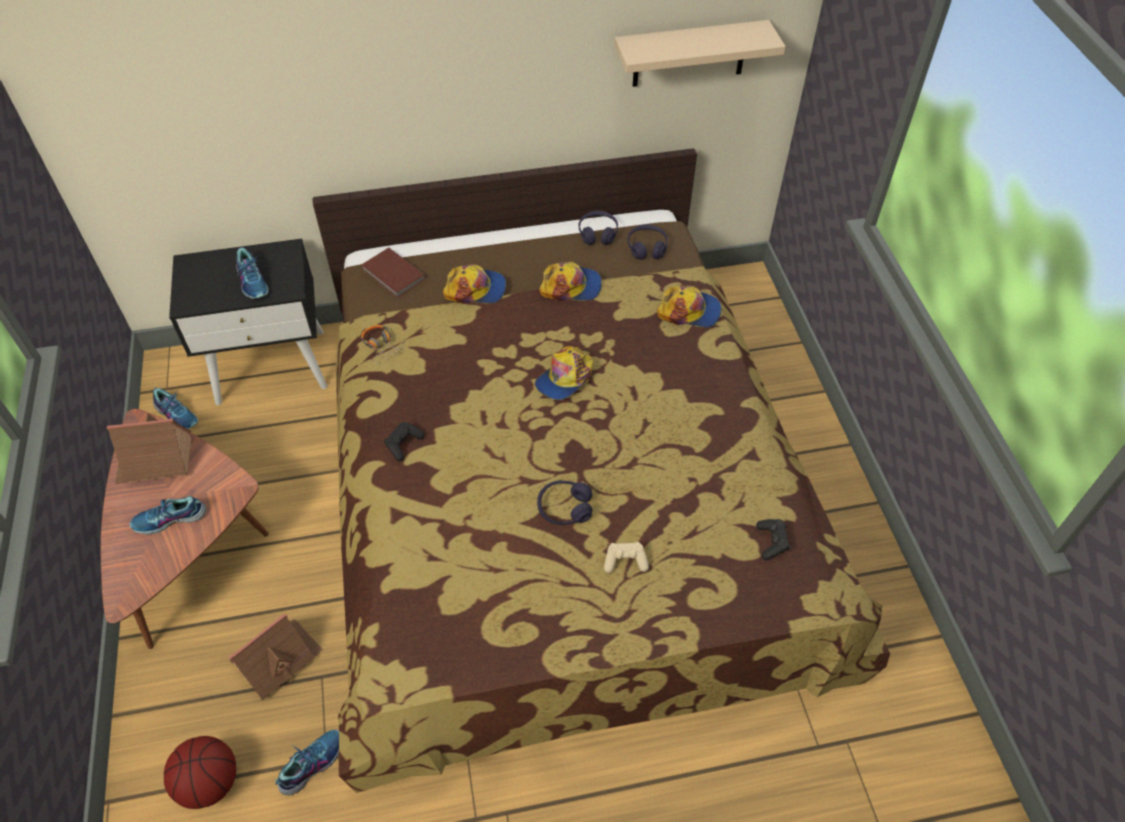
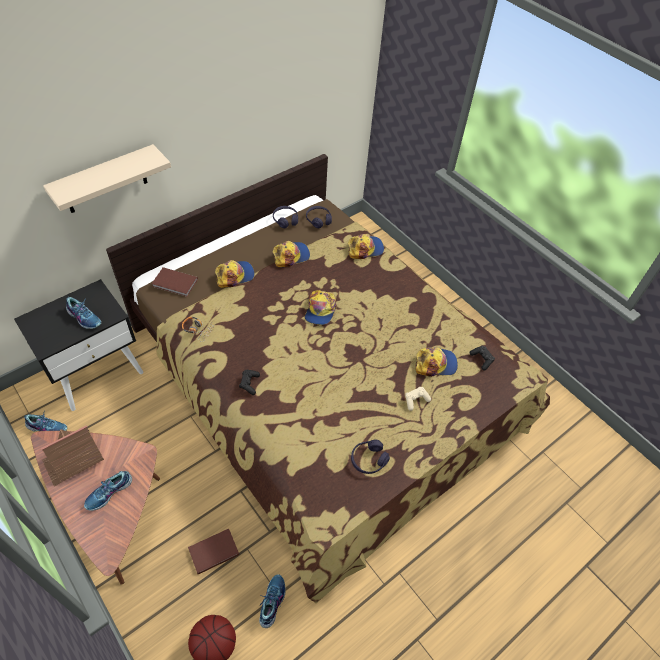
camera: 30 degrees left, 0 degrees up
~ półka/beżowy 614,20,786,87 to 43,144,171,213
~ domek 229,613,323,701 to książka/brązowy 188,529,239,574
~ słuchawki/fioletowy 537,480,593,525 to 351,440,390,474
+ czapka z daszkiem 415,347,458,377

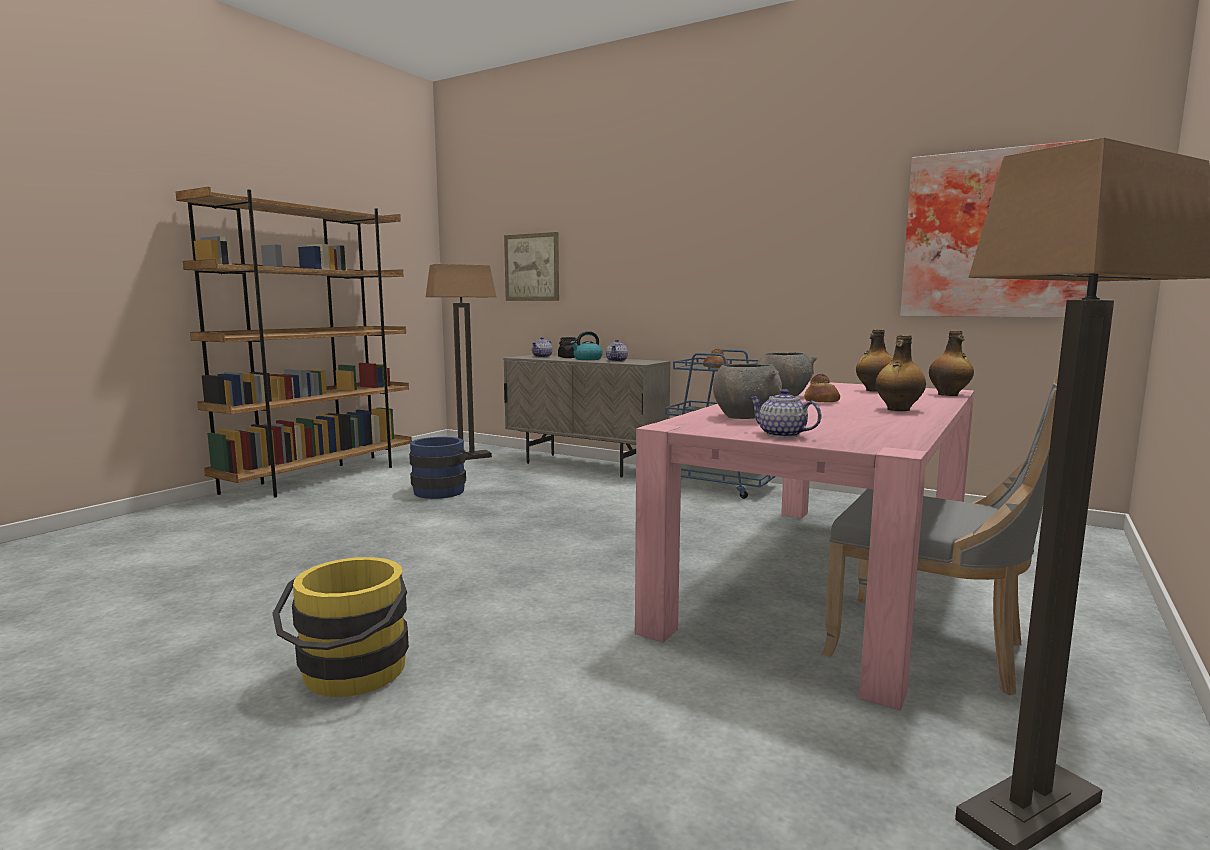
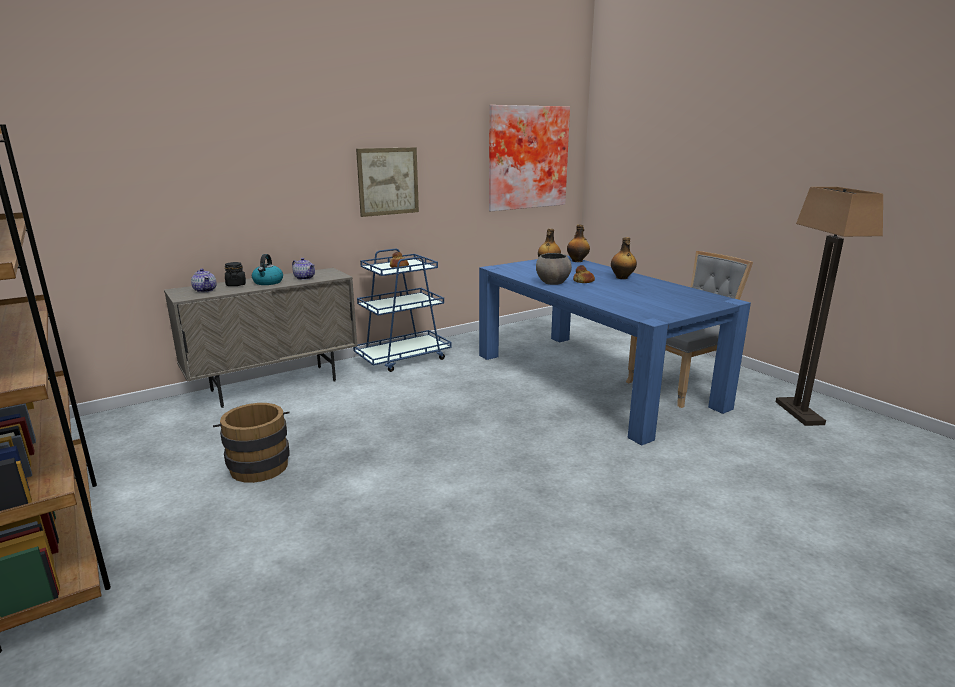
camera: 65 degrees left, 10 degrees up
~ wiadro/niebieski 409,437,475,499 to wiadro/brązowy 213,403,289,483
~ obraz 504,232,559,301 to 356,147,419,217
~ stół jadalny/różowy 635,381,974,710 to stół jadalny/niebieski 479,256,751,446
- wiadro/żółty 272,557,409,697
- lampa stojąca 426,264,497,460
- miska/szary 713,364,782,419
- imbryk 749,389,822,438

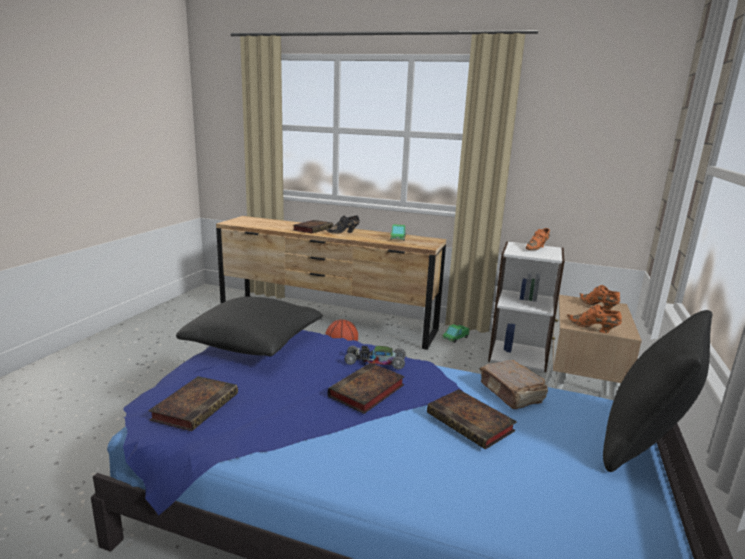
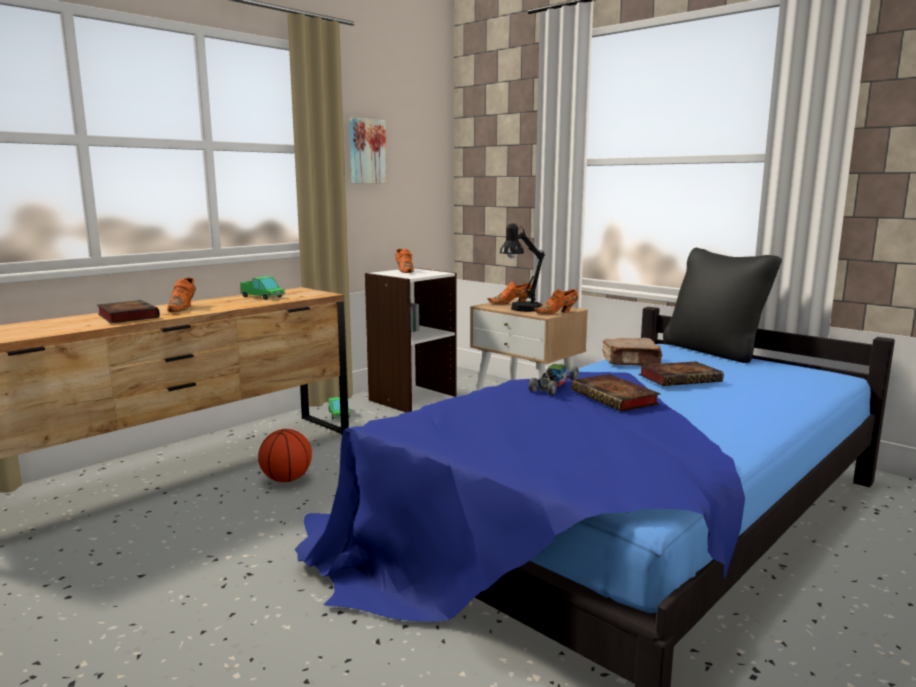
camera: 65 degrees left, 5 degrees down
~ but/czarny 326,215,360,234 to but/pomarańczowy 167,278,196,312
+ obraz 349,118,387,183
+ lampa stołowa/czarny 500,223,545,312
- książka 148,376,238,431
- poduszka/czarny 176,297,323,357

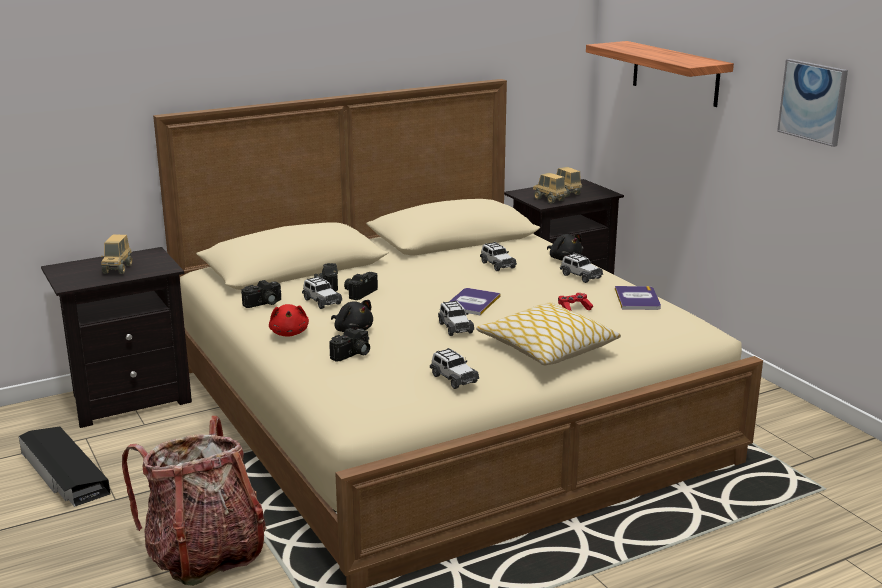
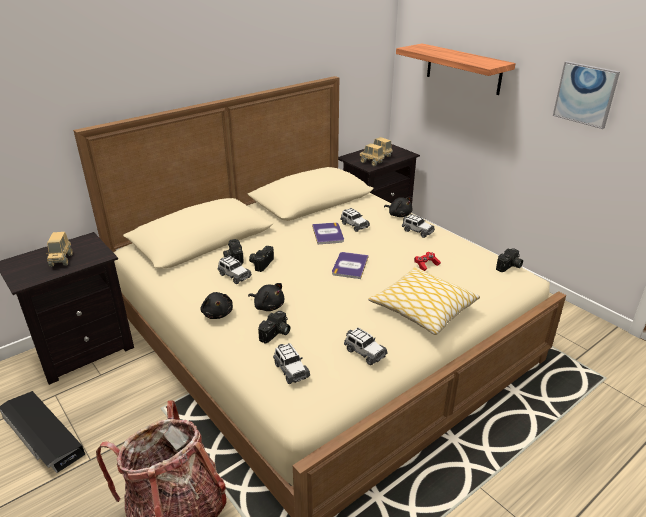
camera: 10 degrees left, 10 degrees up
~ pluszak/czerwony 269,304,309,337 to pluszak/czarny 200,292,233,319
~ samochodzik 438,300,474,336 to 273,343,310,384
~ książka 615,286,661,310 to 312,222,344,244
~ aparat fotograficzny 241,280,281,308 to 496,248,523,272

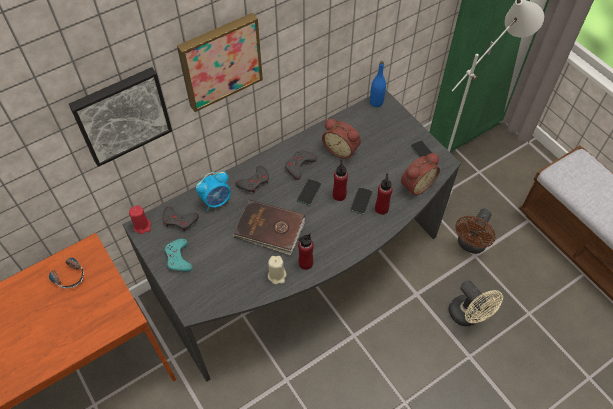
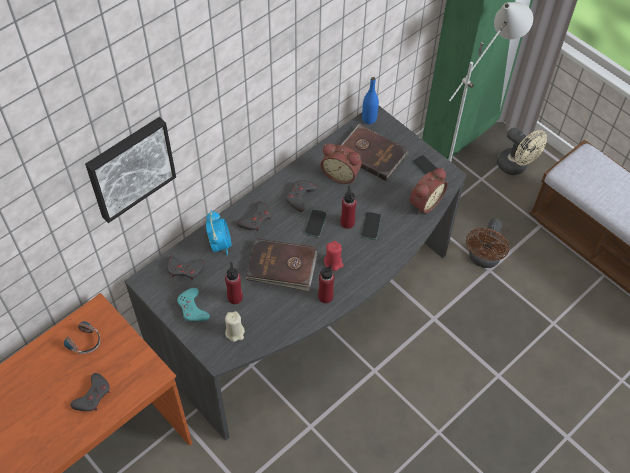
camera: 10 degrees left, 0 degrees up
+ pad do gier/szary 70,373,110,411
~ budzik 196,171,231,211 = 206,211,231,255 60 degrees counterclockwise
~ butelka/czerwony 375,173,393,215 to 225,262,243,304
~ świeca/beżowy 268,256,286,284 to 225,311,245,342
~ świeca/czerwony 129,205,151,234 to 324,241,344,271
+ książka/brązowy 341,124,408,181
~ wentylator/beżowy 448,280,503,326 to 497,128,547,175
- obraz 177,13,263,112

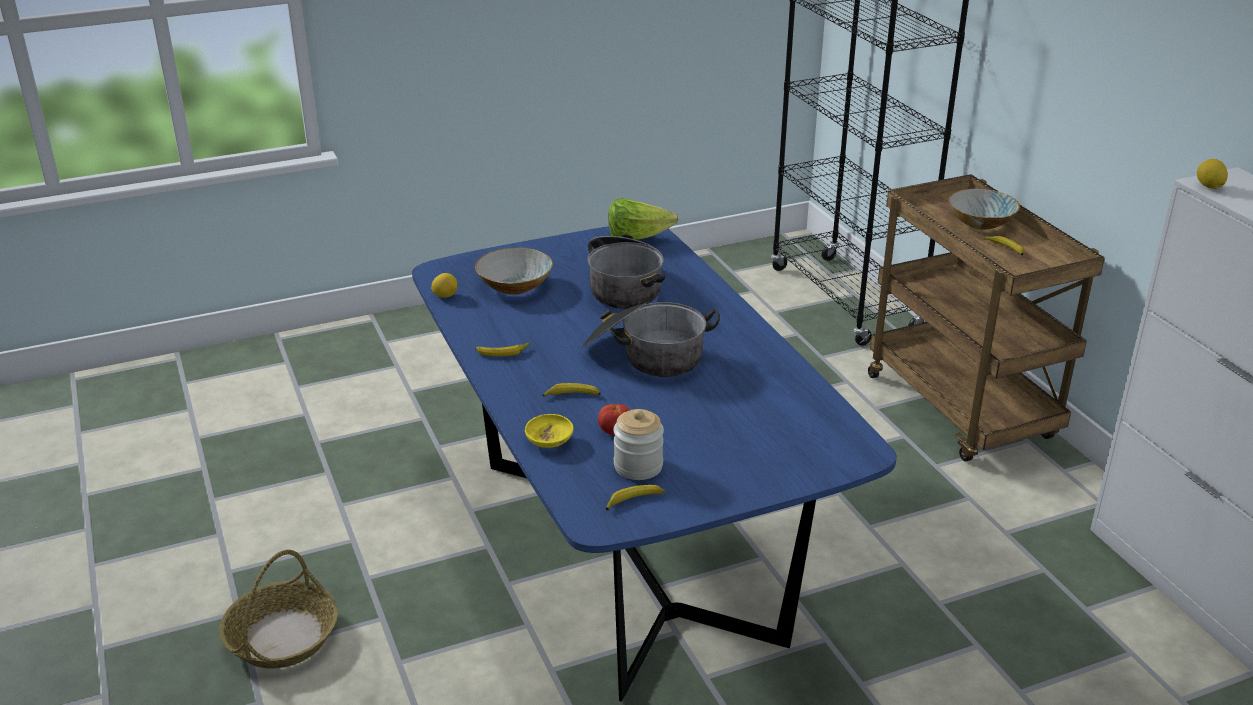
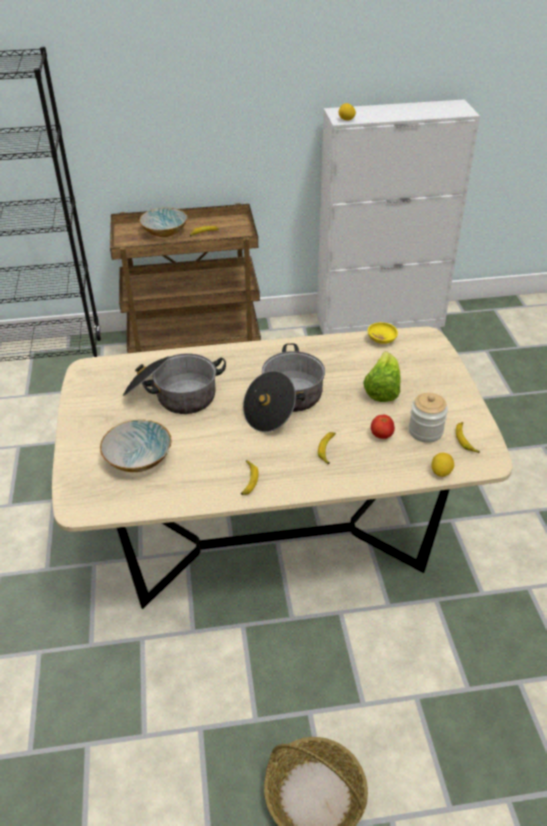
camera: 75 degrees left, 10 degrees up
~ stół jadalny/niebieski 412,226,897,702 to stół jadalny/beżowy 52,327,513,609
~ sałata 608,198,679,240 to 363,351,401,402
~ miska/żółty 525,414,574,448 to 368,322,398,344
~ cytryna 431,273,458,298 to 432,452,454,477

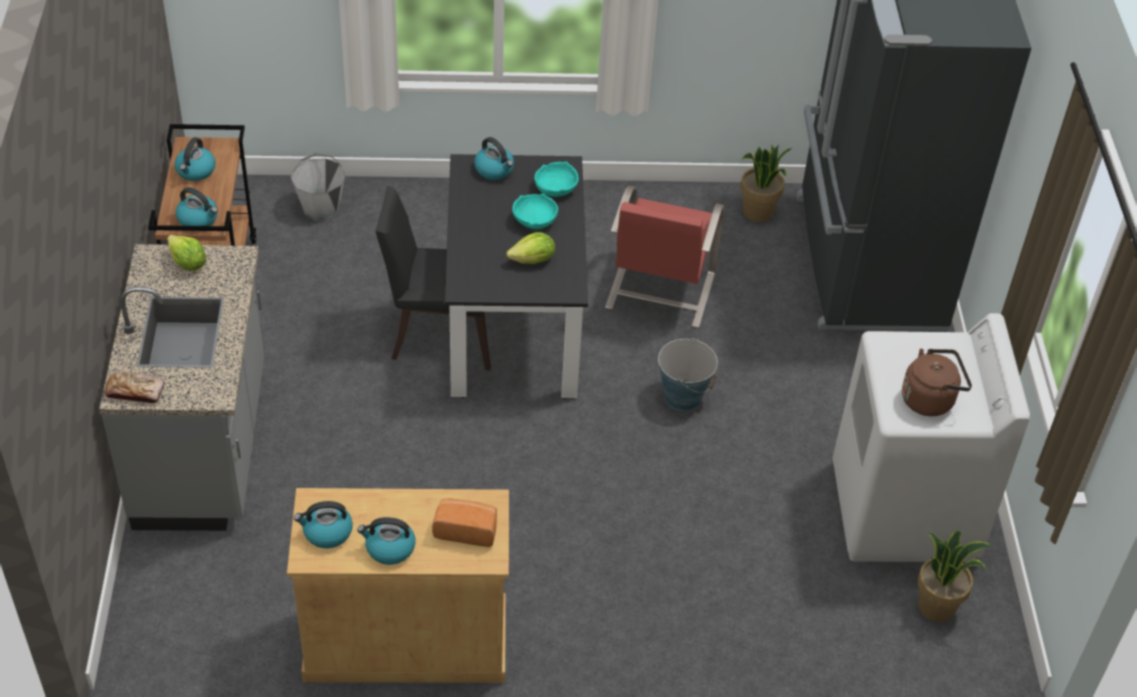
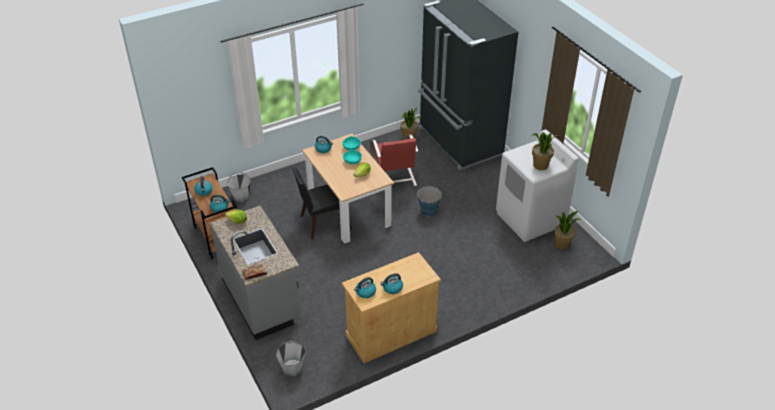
camera: 25 degrees left, 5 degrees down
+ wiadro/szary 276,341,305,376
~ stół jadalny/czarny 445,154,588,399 to stół jadalny/beżowy 302,134,394,244
~ czajnik/brązowy 902,349,972,416 to roślina doniczkowa 532,132,558,170
- chleb 432,498,497,547

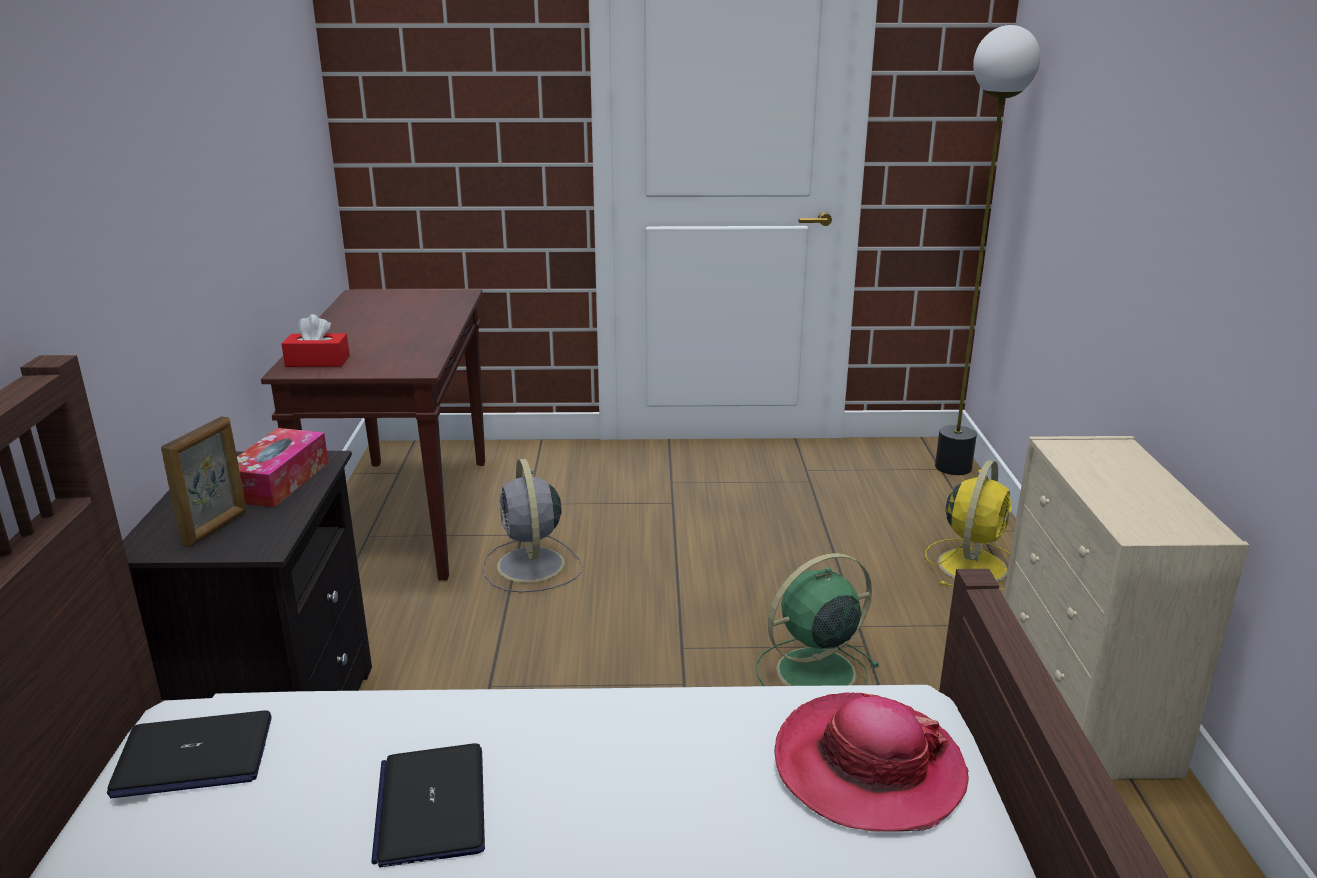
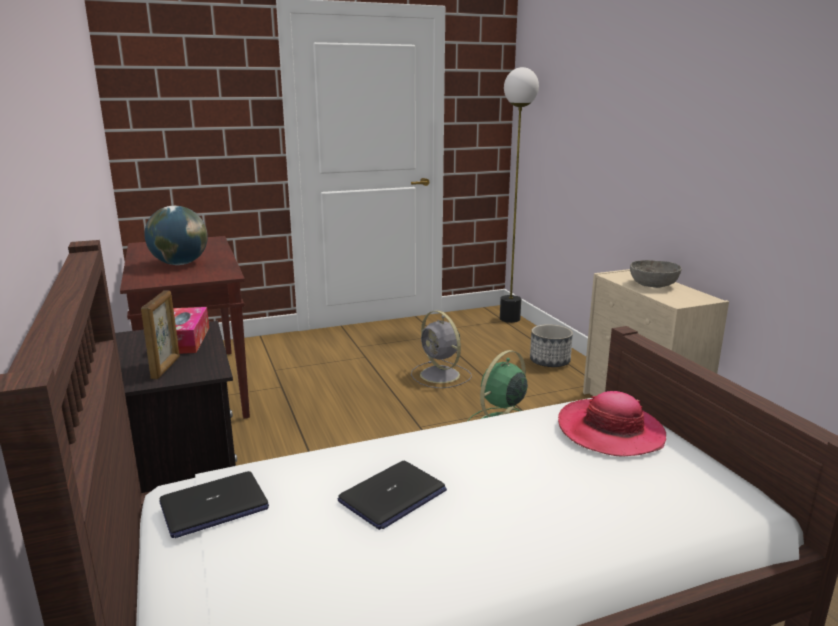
camera: 20 degrees left, 5 degrees down
+ globus 144,206,208,265
~ laptop 371,743,485,867 = 338,461,447,530 105 degrees counterclockwise
~ wentylator/szary 483,458,583,592 to 411,310,472,388
~ wentylator/żółty 925,460,1011,591 to donica 530,324,573,367
+ miska/szary 630,260,682,288
- pudełko chusteczek/czerwony 281,314,350,367

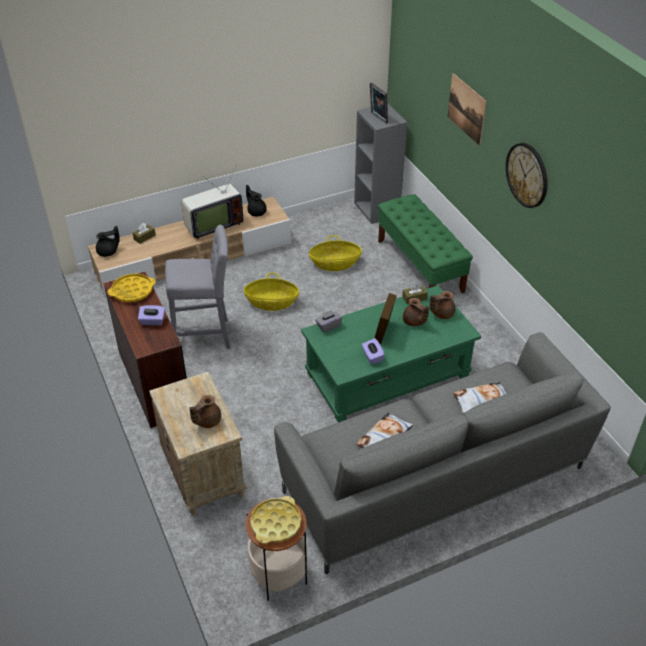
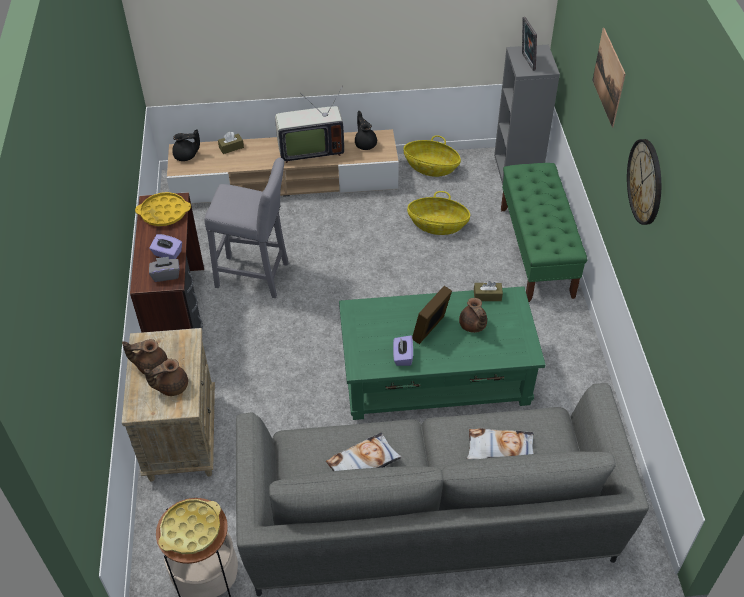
camera: 20 degrees right, 5 degrees up
~ imbryk/brązowy 430,291,456,319 to 122,339,168,374
~ pudełko chusteczek/szary 315,310,342,333 to 149,257,179,282
~ koszyk 244,273,299,311 to 403,135,461,177

